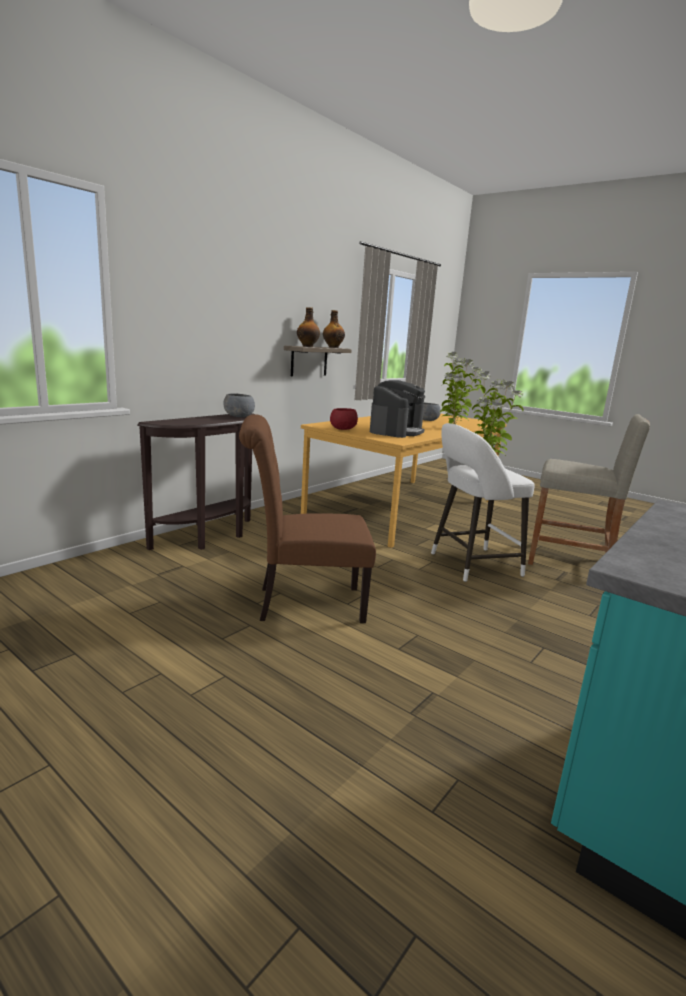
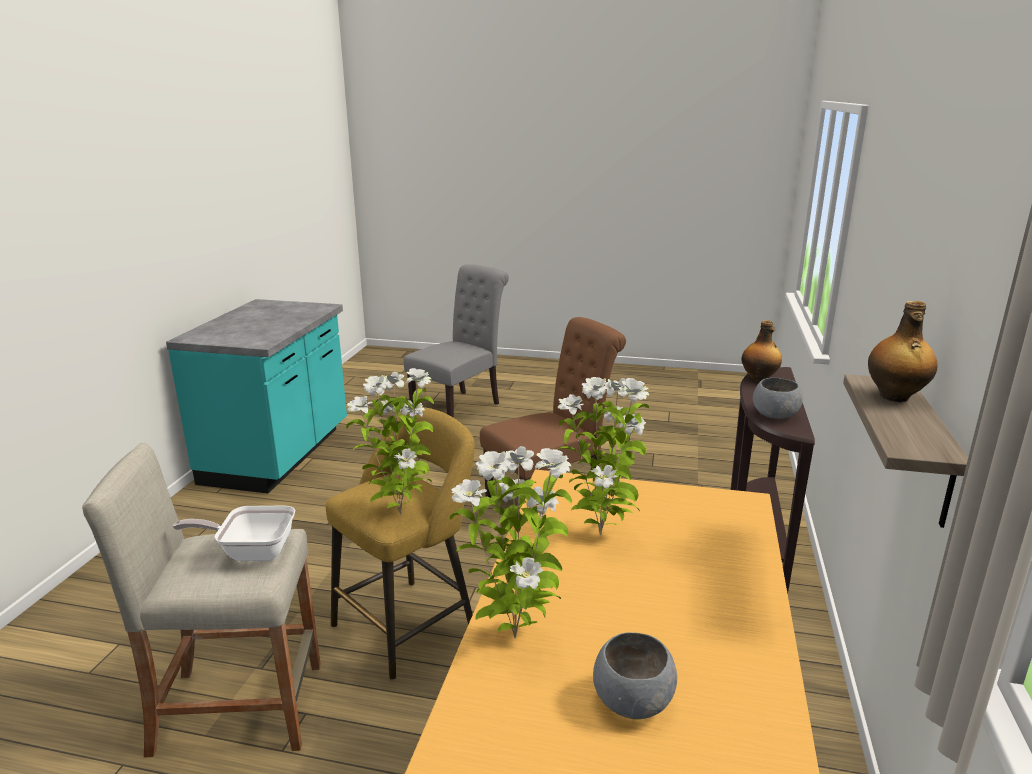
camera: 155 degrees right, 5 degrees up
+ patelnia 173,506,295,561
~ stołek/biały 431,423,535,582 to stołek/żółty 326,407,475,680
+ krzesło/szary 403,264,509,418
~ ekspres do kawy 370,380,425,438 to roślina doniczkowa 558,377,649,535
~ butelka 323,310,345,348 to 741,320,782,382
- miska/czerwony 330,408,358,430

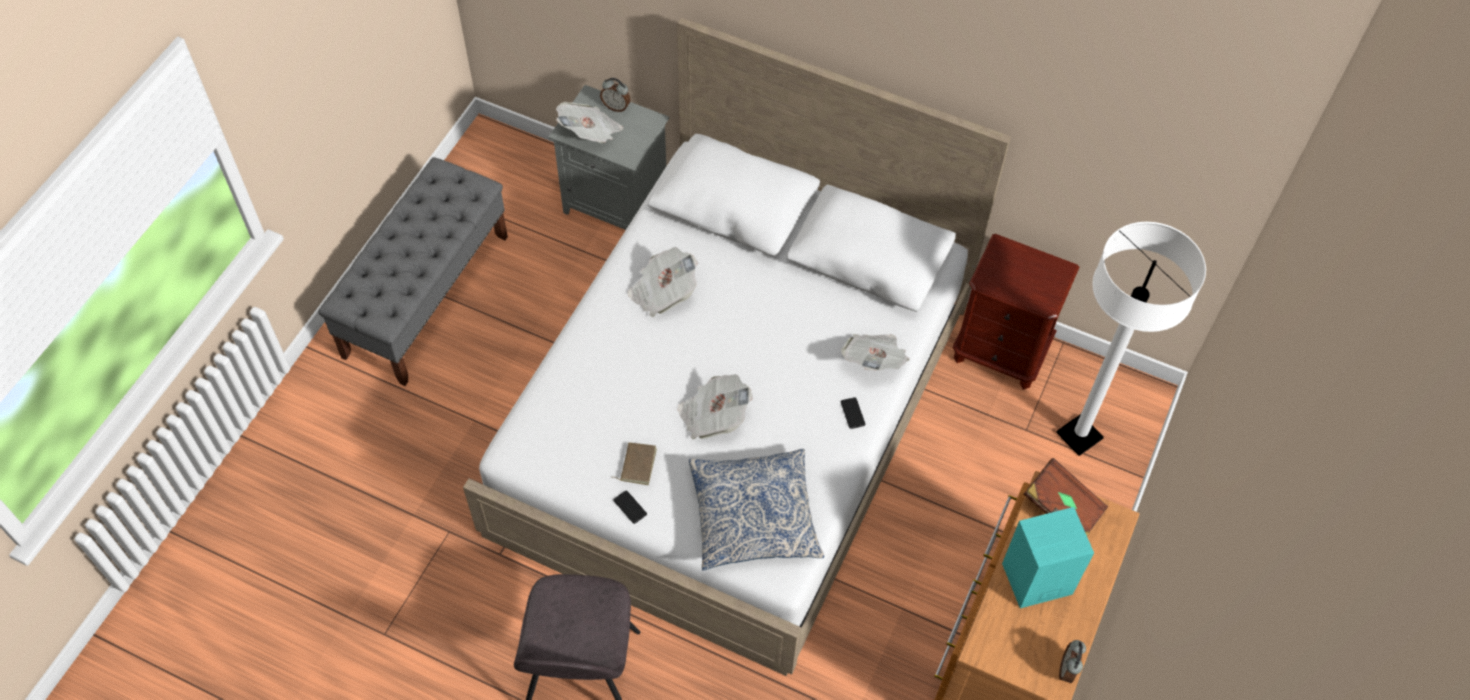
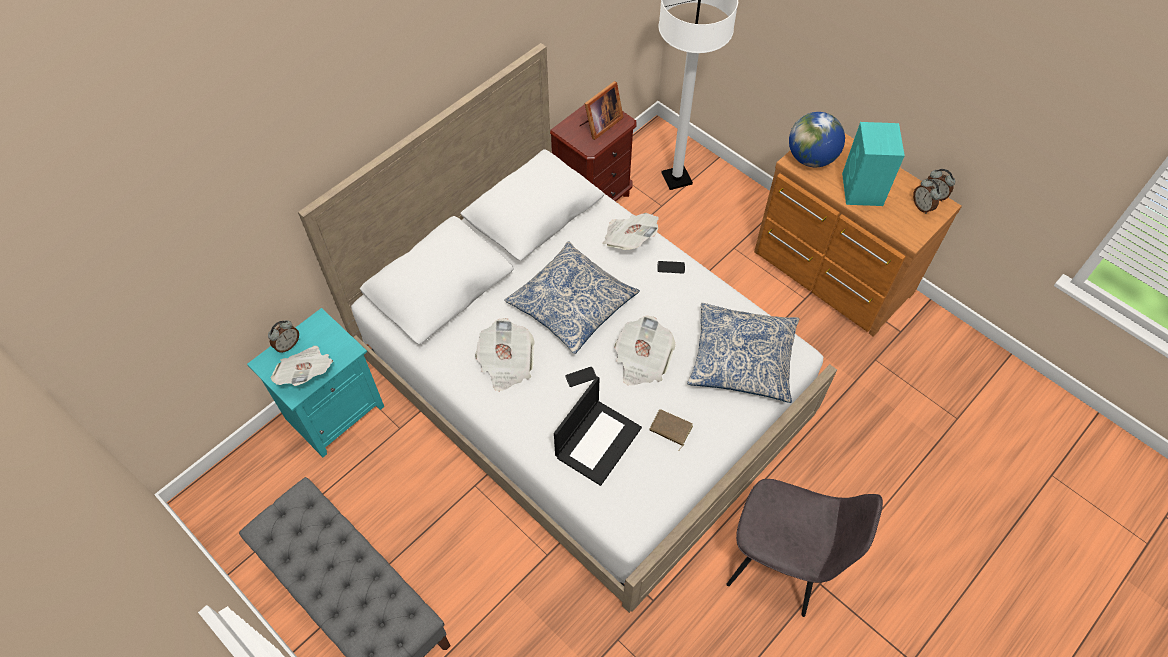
camera: 70 degrees left, 0 degrees up
~ szafka nocna/szary 548,85,669,230 to szafka nocna/turkusowy 247,308,384,457
+ poduszka 504,241,640,354
+ laptop 554,376,642,486
~ telefon 613,491,647,524 to 565,367,597,387
+ ramka na zdjęcie 580,81,624,140
~ książka/brązowy 1024,458,1108,536 to globus 789,112,845,167
+ budzik 913,179,941,214

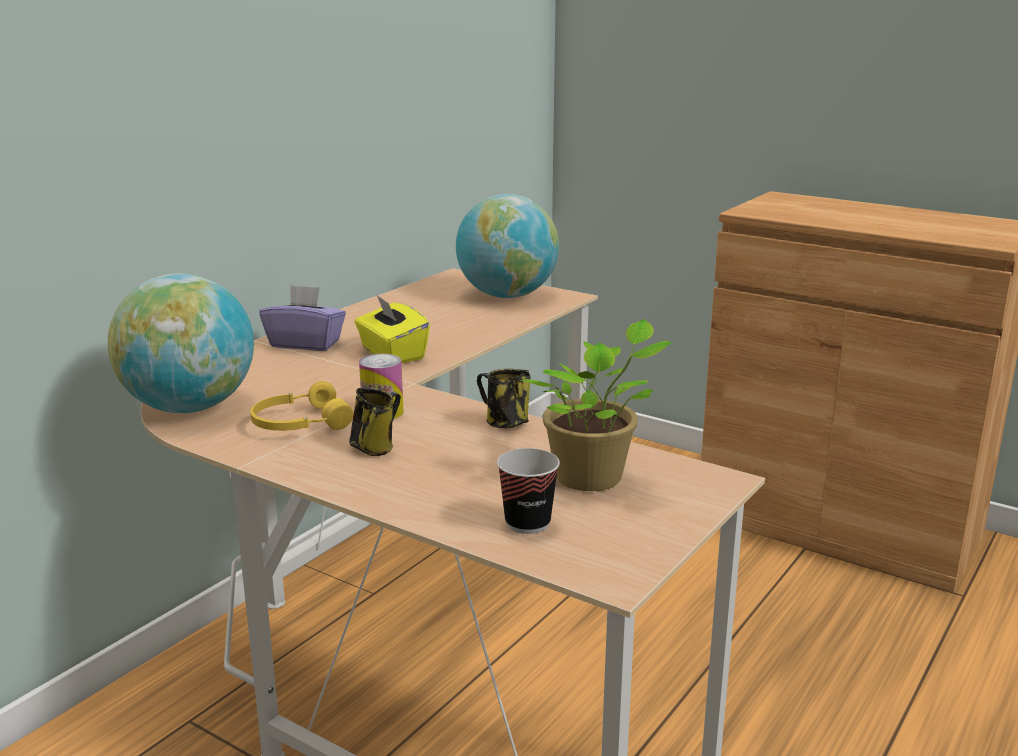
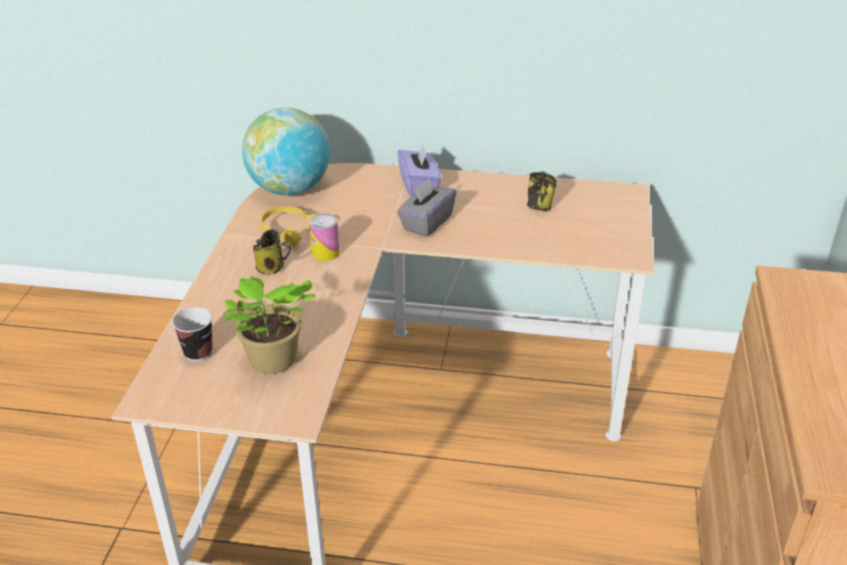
camera: 65 degrees right, 15 degrees up
~ pudełko chusteczek/żółty 355,294,430,363 to pudełko chusteczek/szary 397,178,456,237
~ kubek 477,369,530,428 to 527,171,557,211
- globus 456,194,559,298

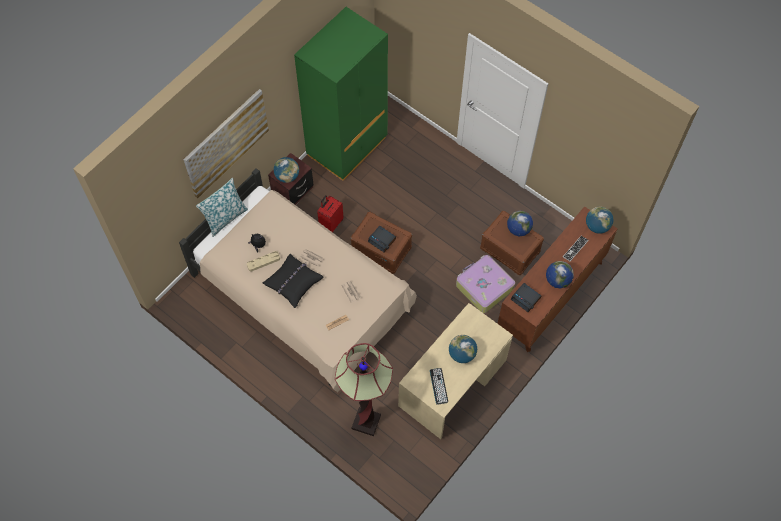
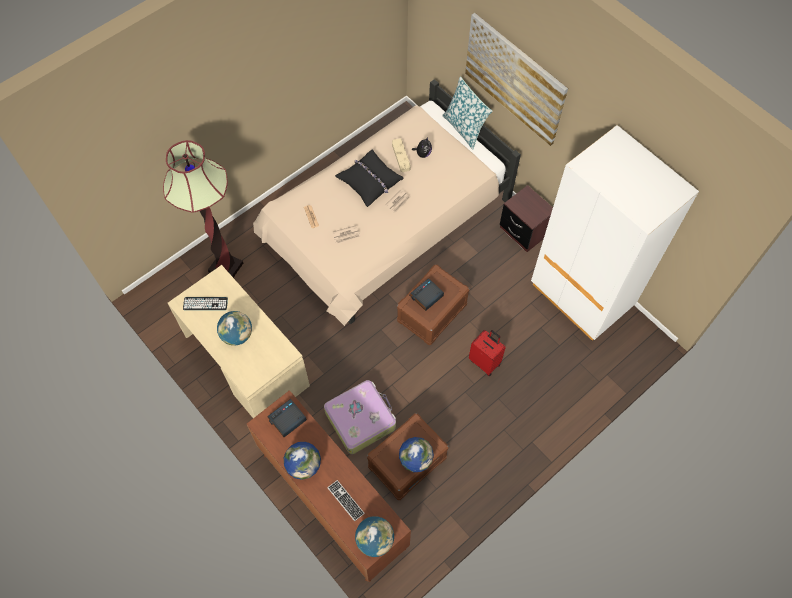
camera: 100 degrees right, 0 degrees up
~ walizka/czerwony 317,195,344,232 to 469,330,506,376
~ szafa/zielony 294,7,388,181 to szafa/biały 531,125,699,341
- globus 273,157,299,183

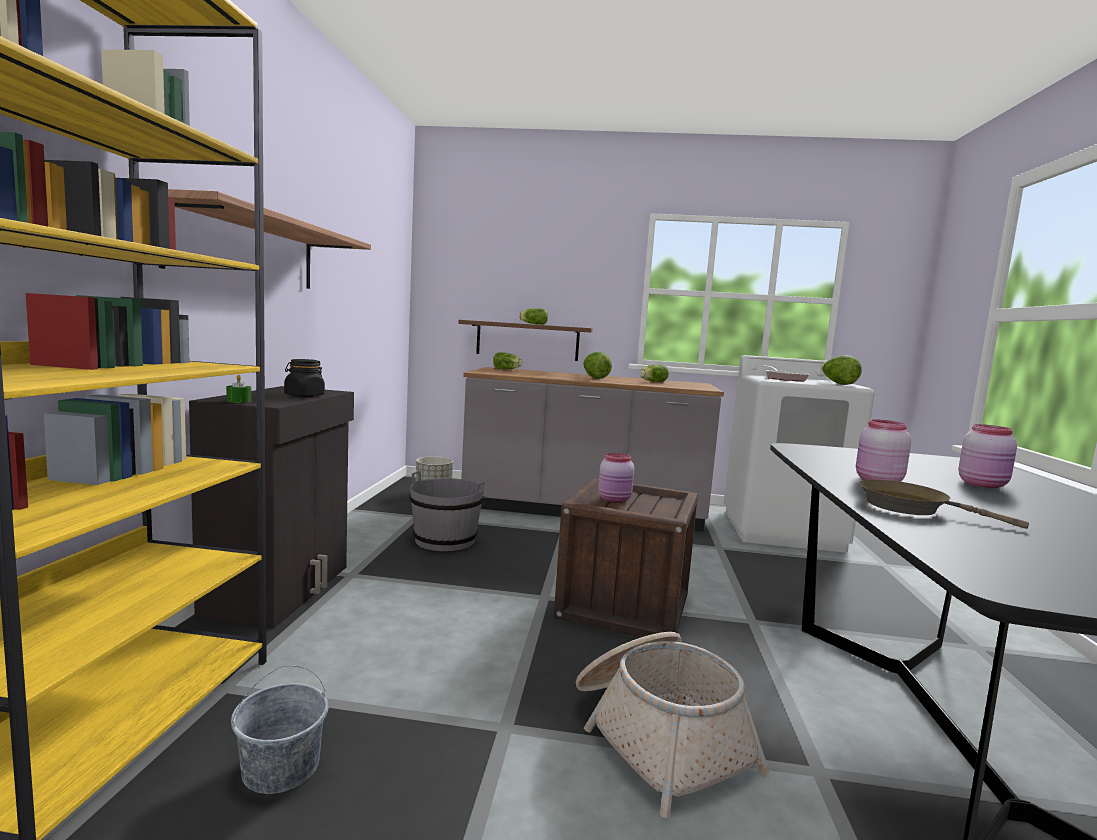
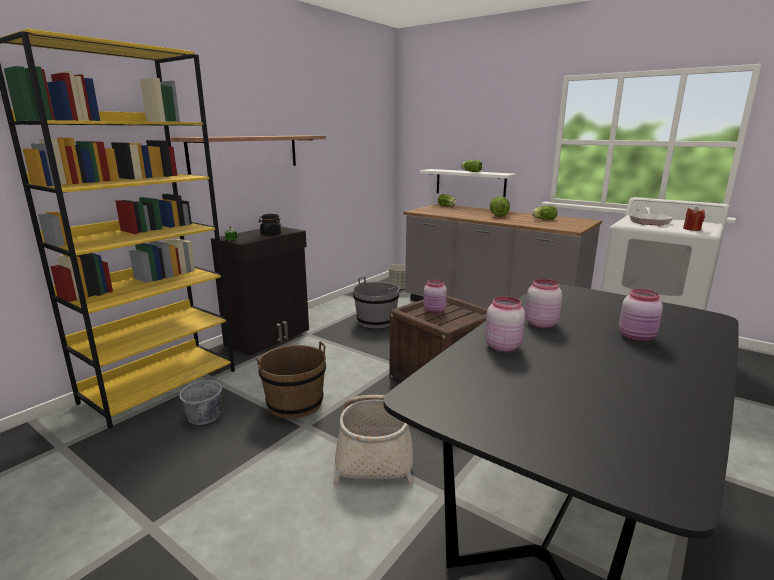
camera: 30 degrees right, 10 degrees up
+ wiadro/brązowy 256,341,326,419
~ półka/brązowy 459,320,593,361 to półka/biały 420,169,516,197
~ patelnia/brązowy 859,480,1029,529 to słoik/różowy 485,296,525,352
~ sałata 821,355,862,385 to świeca/czerwony 683,207,705,231

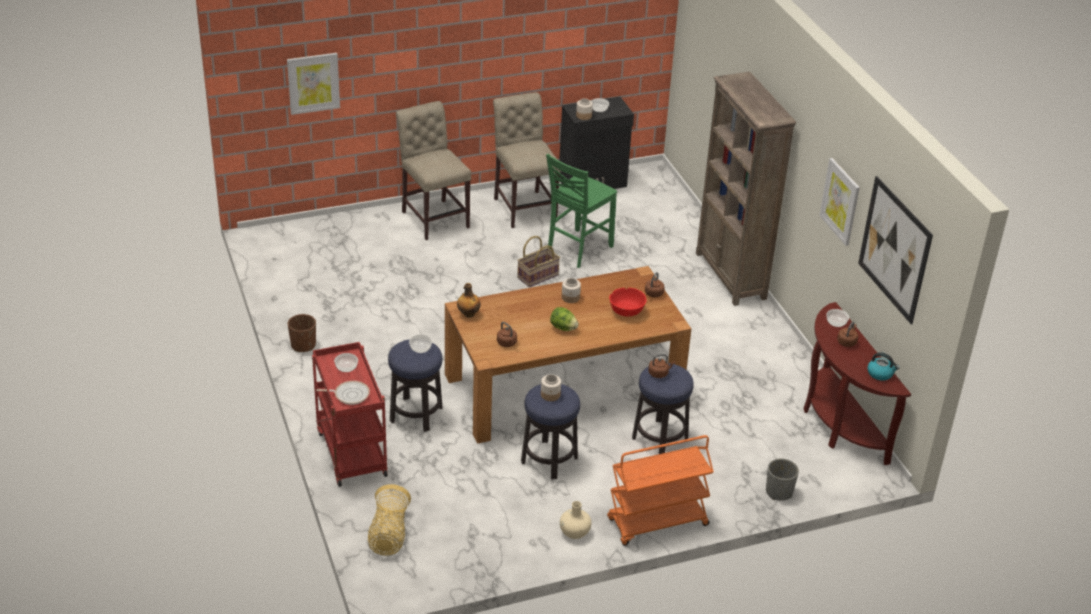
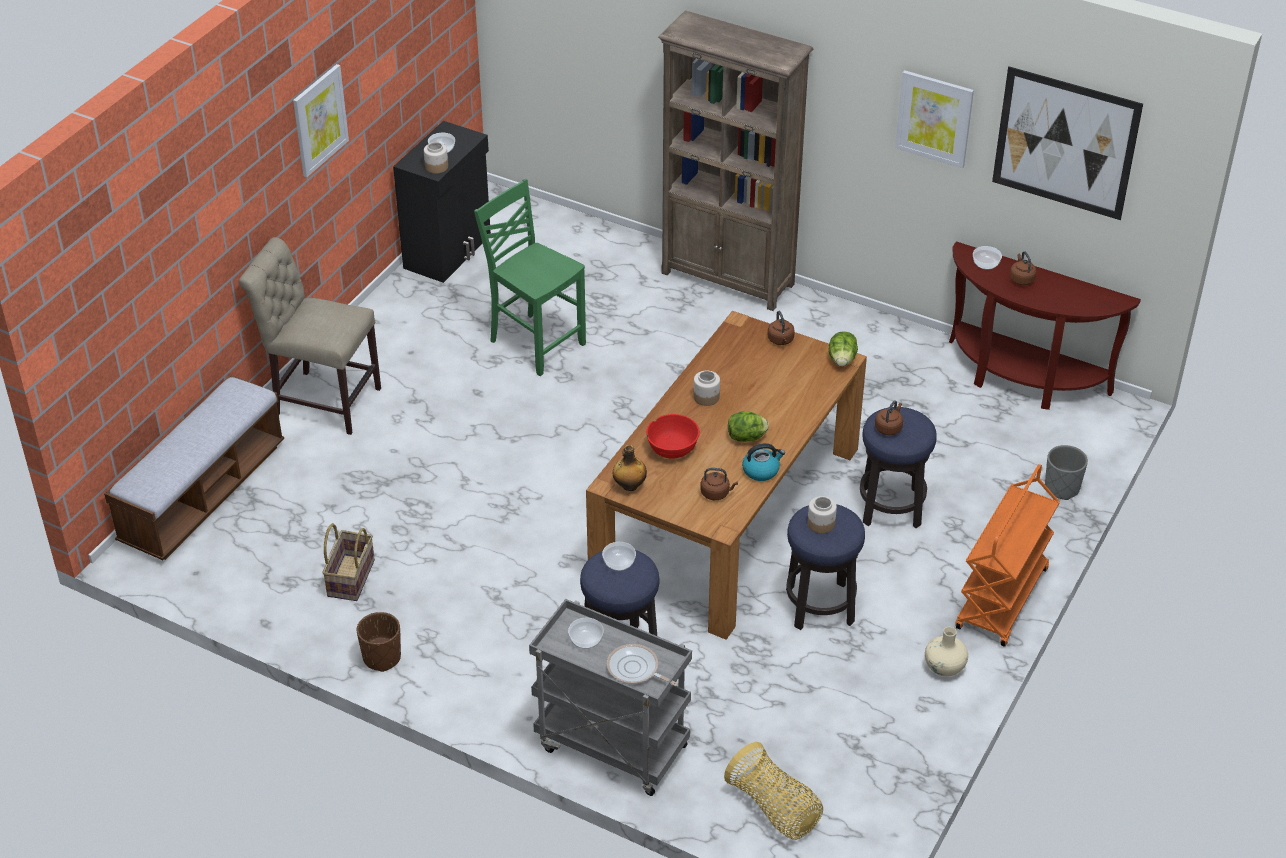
camera: 40 degrees left, 5 degrees up
+ ławka 104,375,284,560
~ obraz 287,53,340,115 to 293,64,349,177
~ koszyk 517,236,560,287 to 322,523,375,601
~ krzesło/zielony 546,154,617,268 = 474,179,586,376 135 degrees clockwise
~ wózek/czerwony 312,342,388,487 to wózek/szary 529,599,692,796
~ patelnia 316,381,370,405 = 607,644,677,686 105 degrees counterclockwise
~ miska/czerwony 609,288,647,317 to 646,414,700,459
~ czajnik 867,352,900,381 to 742,443,785,481
+ sałata 829,331,858,366
- krzesło/beżowy 493,92,561,228

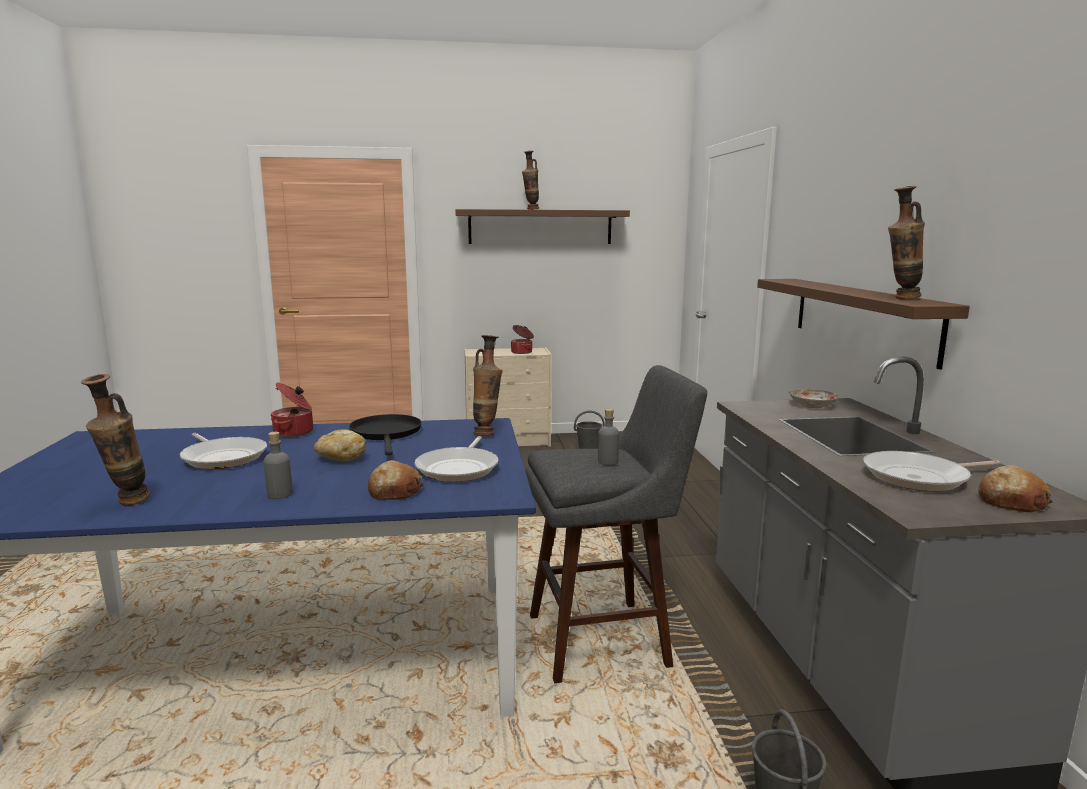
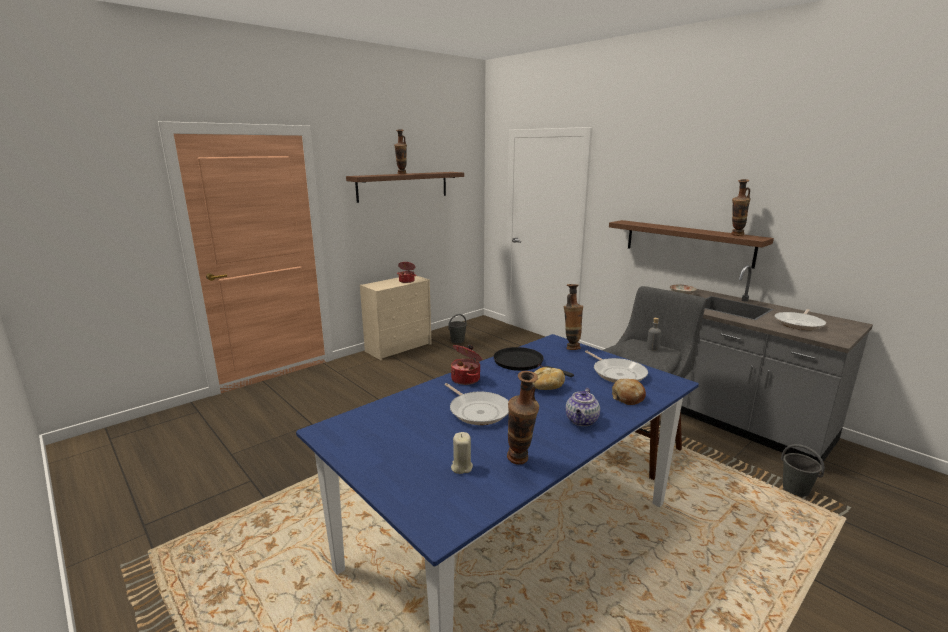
camera: 35 degrees left, 5 degrees up
~ patelnia 180,433,267,469 = 445,383,509,425 45 degrees clockwise
+ świeca/beżowy 451,432,473,474
~ butelka/szary 264,432,293,499 to imbryk 566,388,600,426
- chleb 978,465,1053,512

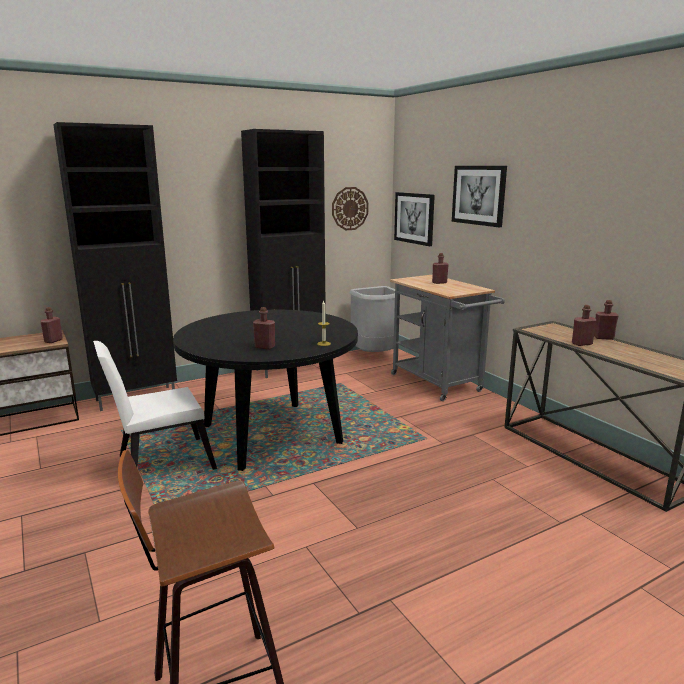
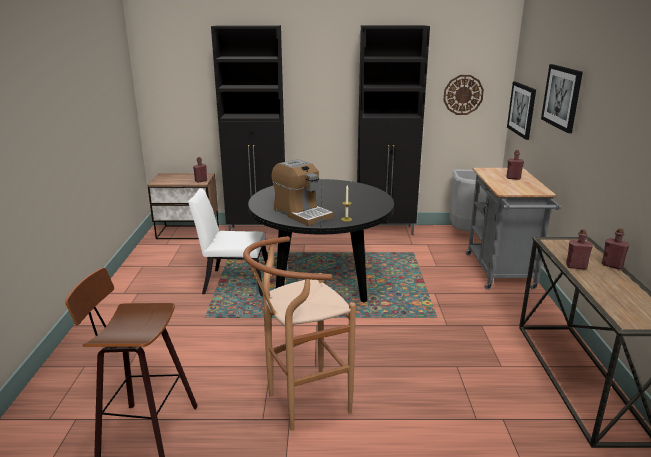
camera: 30 degrees right, 5 degrees up
+ stołek/brązowy 243,236,356,431
~ butelka/czerwony 253,307,275,350 to ekspres do kawy 272,159,333,226

